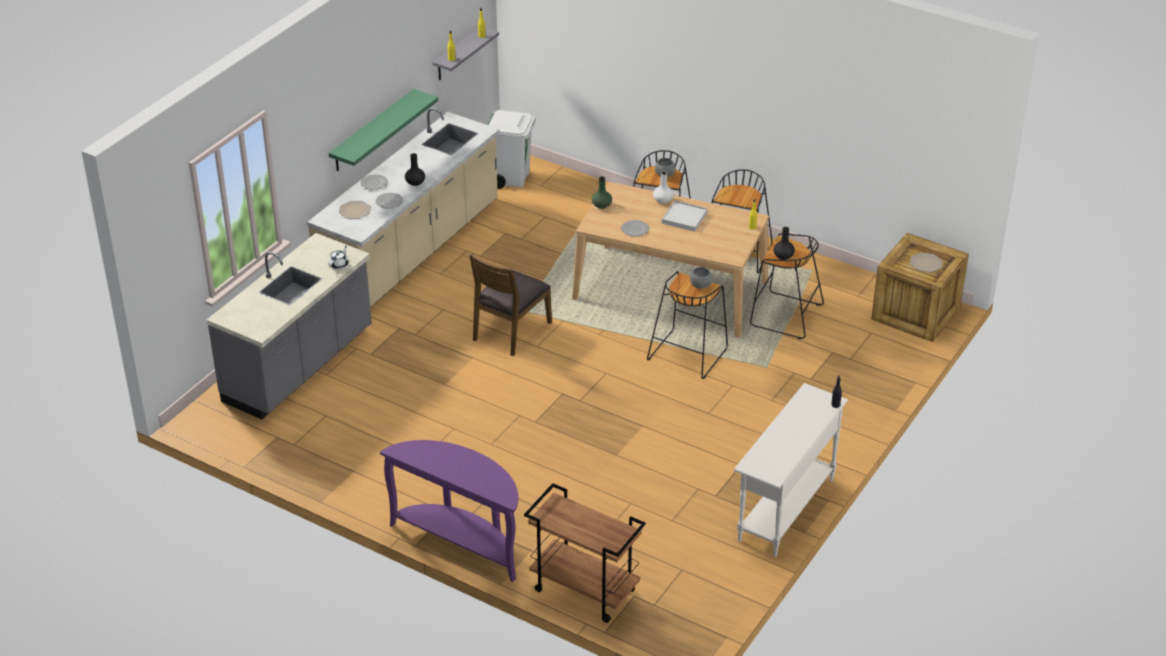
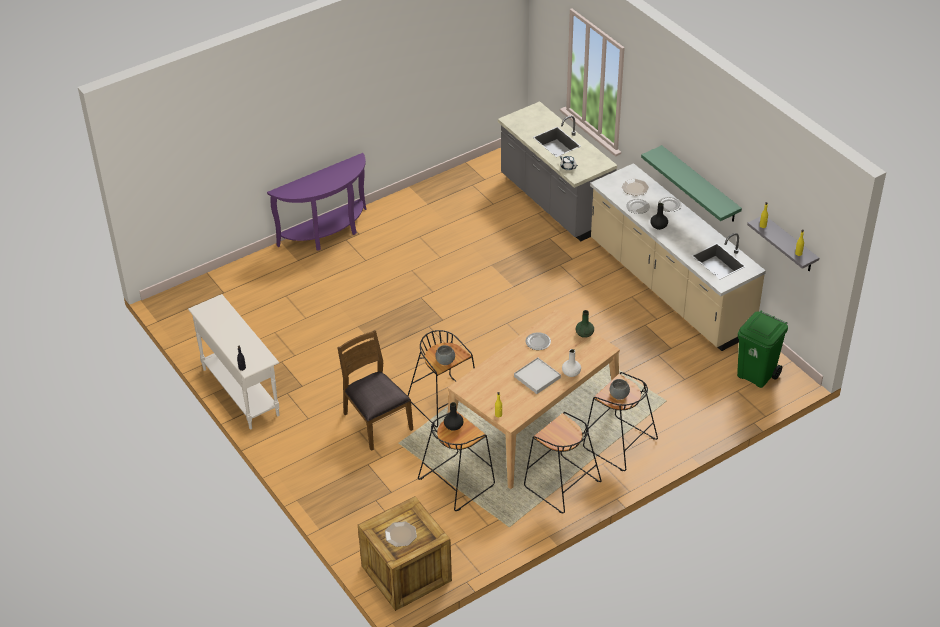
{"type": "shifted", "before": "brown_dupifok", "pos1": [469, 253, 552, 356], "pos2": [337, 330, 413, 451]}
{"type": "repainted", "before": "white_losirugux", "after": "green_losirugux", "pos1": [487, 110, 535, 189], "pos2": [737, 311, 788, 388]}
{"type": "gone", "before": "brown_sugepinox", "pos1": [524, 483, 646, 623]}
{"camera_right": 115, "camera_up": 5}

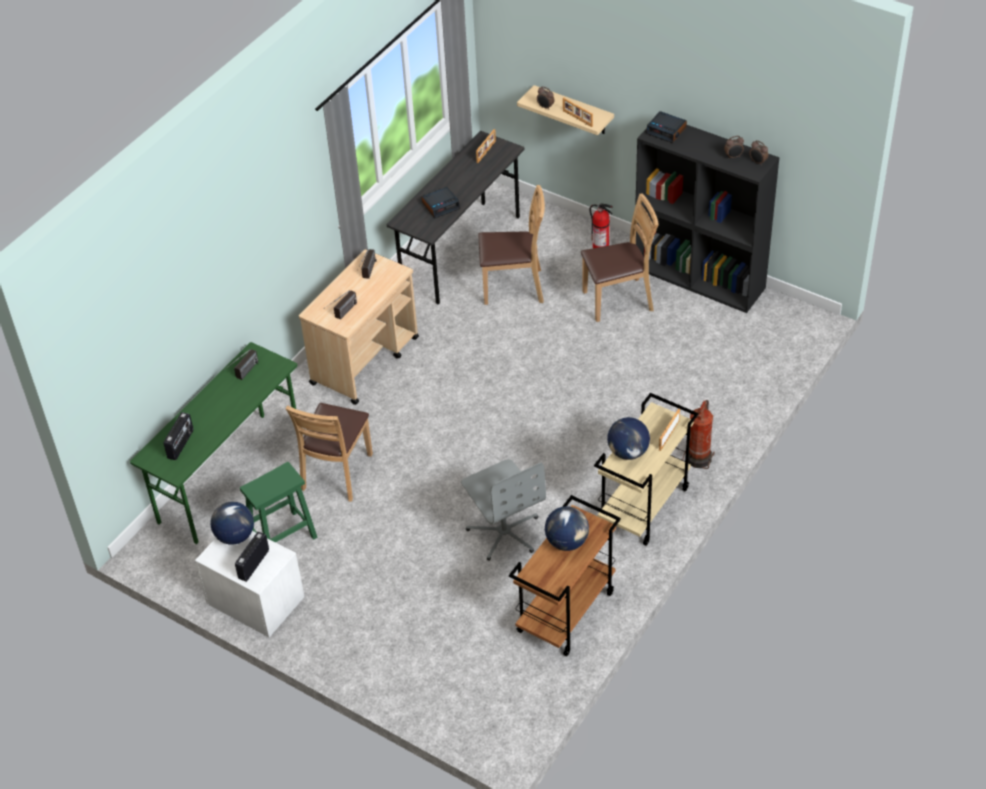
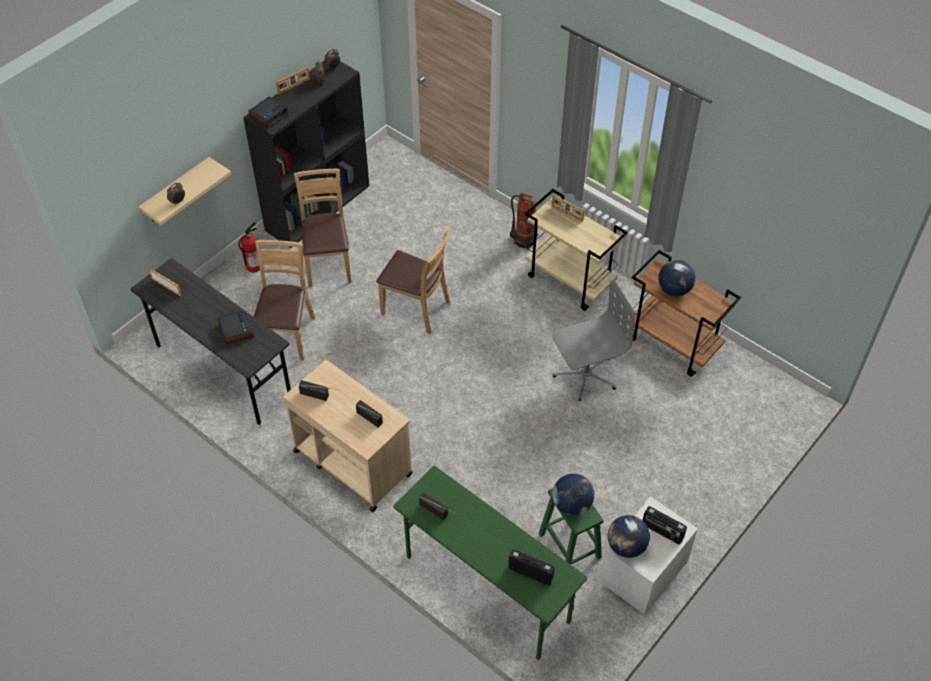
{"type": "shifted", "before": "brown_dupifok", "pos1": [285, 403, 373, 502], "pos2": [376, 230, 450, 334]}
{"type": "shifted", "before": "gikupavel", "pos1": [563, 98, 593, 127], "pos2": [276, 67, 310, 94]}
{"type": "shifted", "before": "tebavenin", "pos1": [607, 417, 650, 460], "pos2": [553, 474, 594, 516]}
{"camera_right": -85, "camera_up": 5}

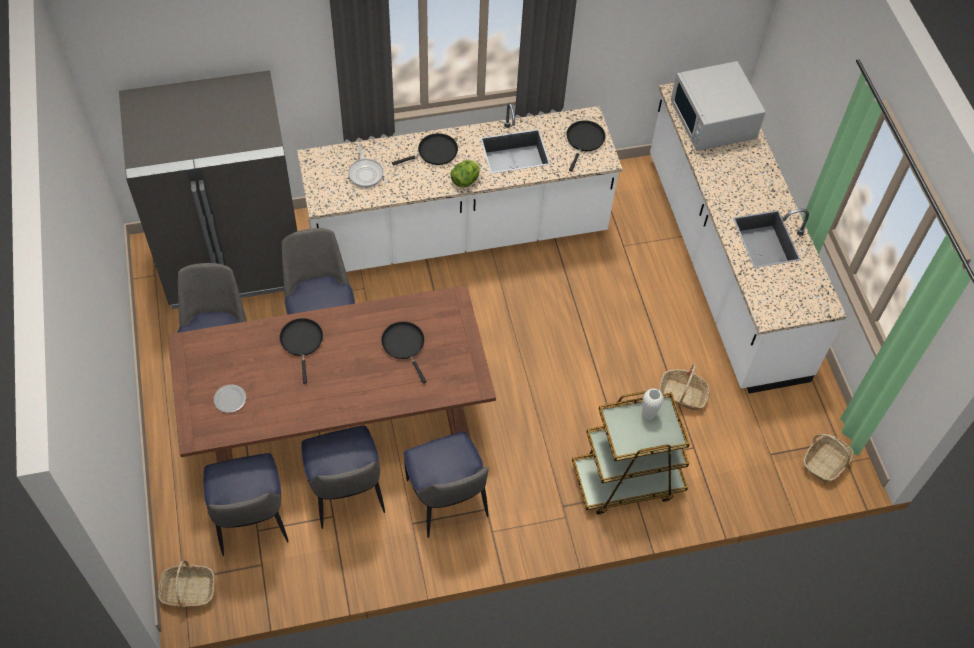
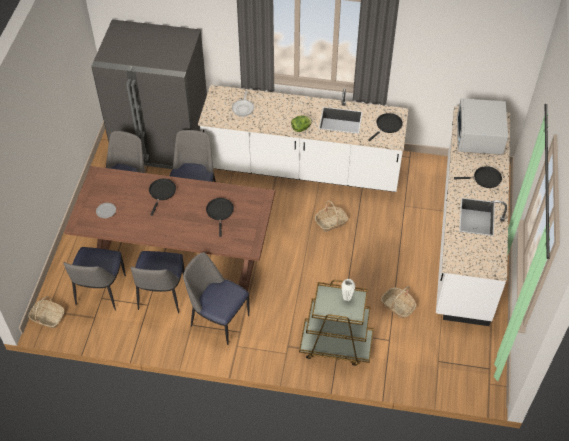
{"type": "shifted", "before": "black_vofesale", "pos1": [392, 133, 458, 166], "pos2": [454, 166, 502, 188]}
{"type": "rotated", "before": "dupifok", "pos1": [404, 431, 489, 538], "pos2": [183, 252, 250, 345], "turn": 120}
{"type": "shifted", "before": "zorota", "pos1": [803, 434, 854, 483], "pos2": [315, 201, 348, 232]}
{"camera_right": 25, "camera_up": -5}

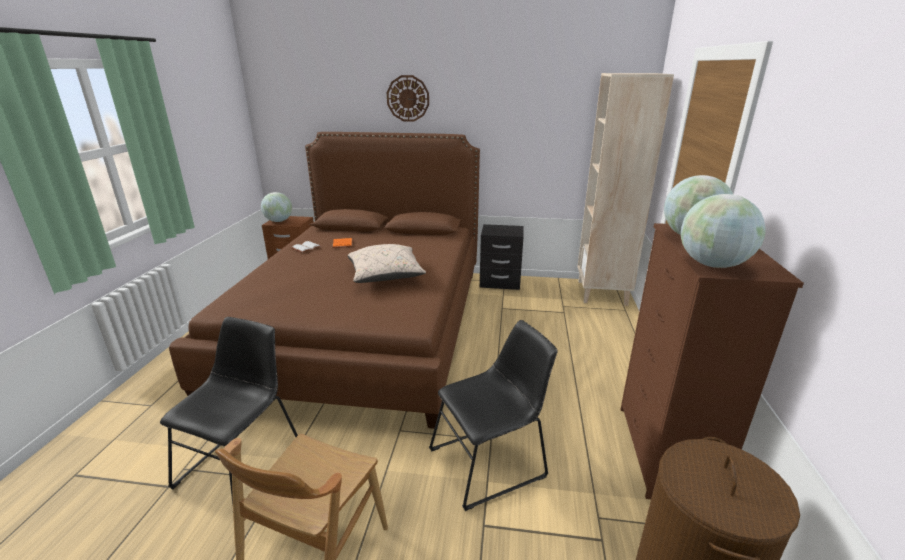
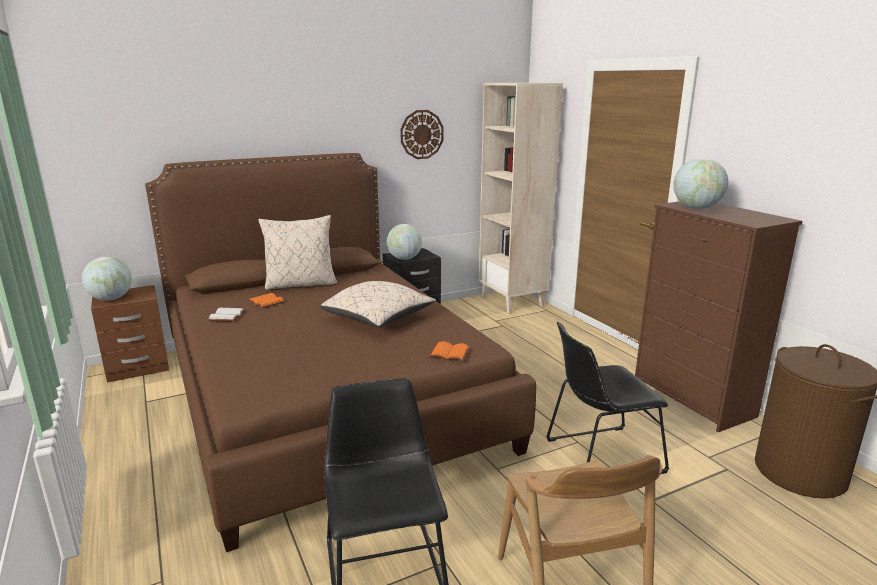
{"type": "shifted", "before": "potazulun", "pos1": [387, 75, 429, 122], "pos2": [400, 110, 444, 159]}
{"type": "rotated", "before": "black_dupifok", "pos1": [429, 320, 558, 511], "pos2": [546, 322, 669, 474], "turn": -135}
{"type": "shifted", "before": "tebavenin", "pos1": [681, 194, 765, 268], "pos2": [387, 224, 422, 260]}
{"type": "new", "after": "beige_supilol", "pos2": [258, 215, 337, 290]}
{"type": "new", "after": "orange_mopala", "pos2": [429, 341, 470, 361]}
{"camera_right": -35, "camera_up": -5}

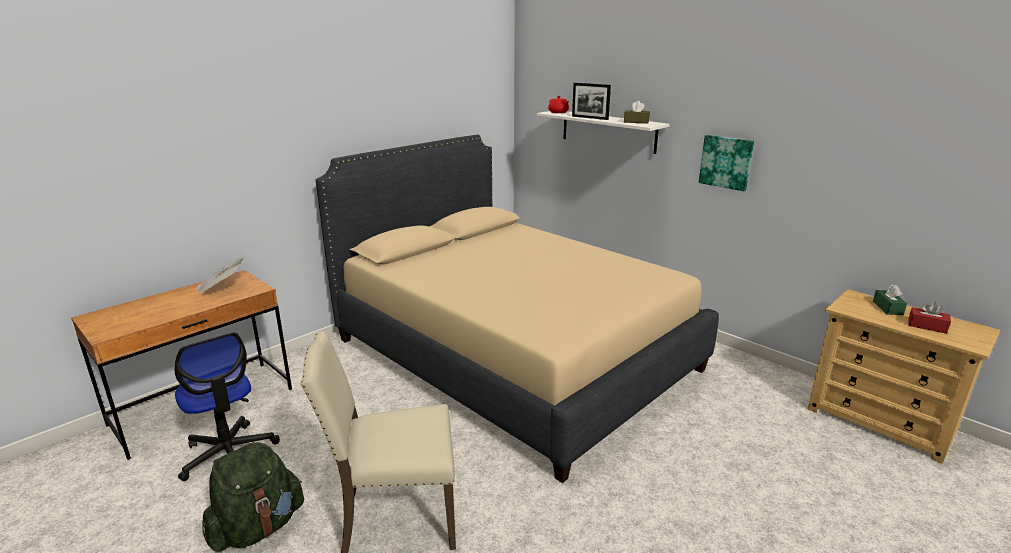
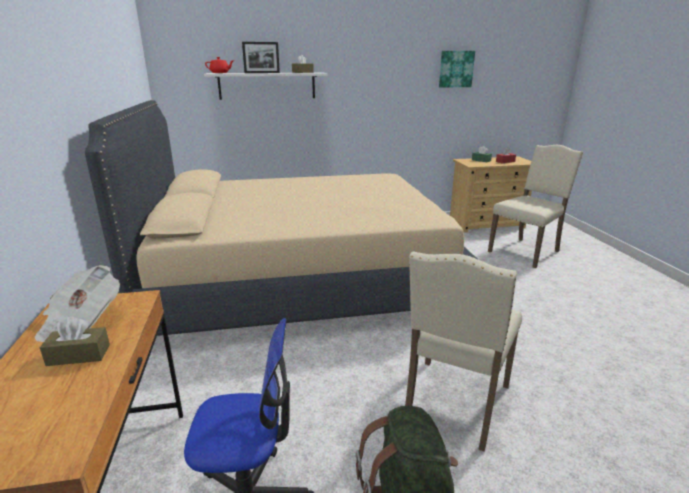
{"type": "shifted", "before": "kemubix", "pos1": [699, 135, 754, 191], "pos2": [439, 51, 475, 88]}
{"type": "new", "after": "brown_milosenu", "pos2": [40, 317, 110, 366]}
{"type": "new", "after": "beige_dupifok", "pos2": [488, 145, 583, 268]}
{"camera_right": -55, "camera_up": 0}

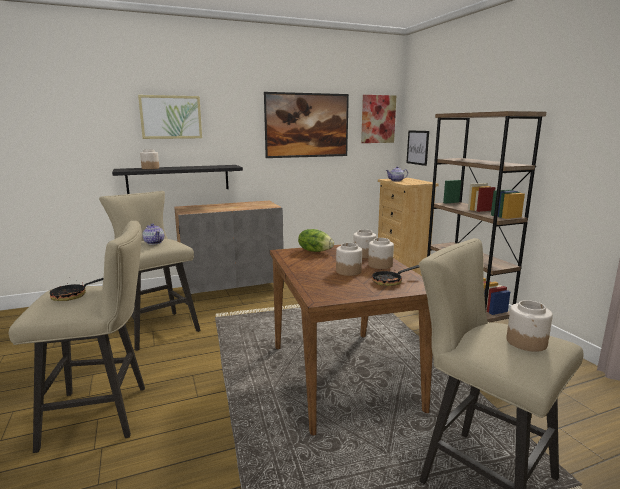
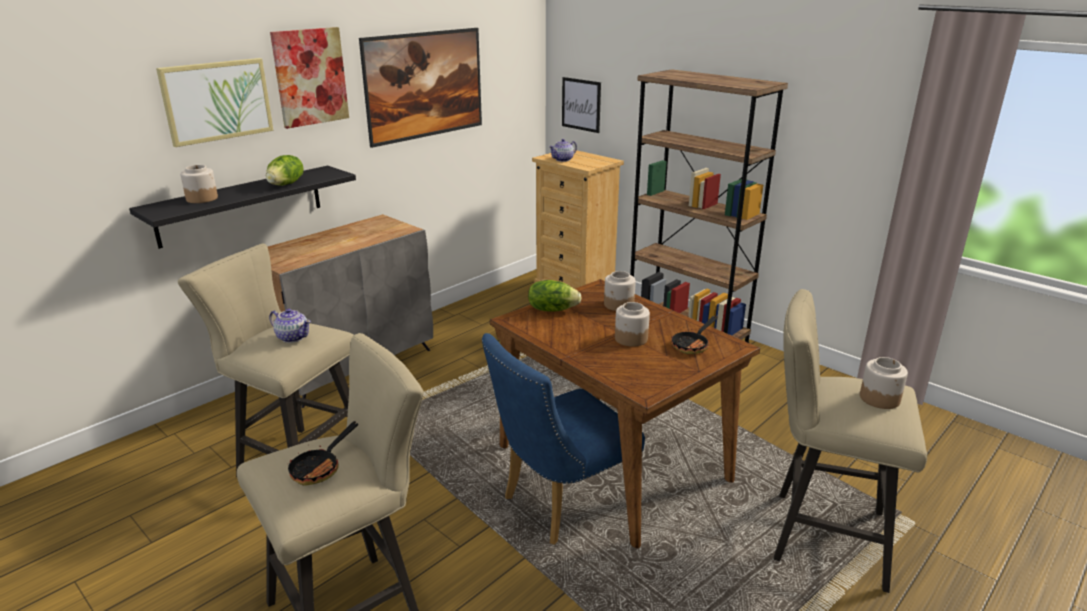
{"type": "shifted", "before": "kemubix", "pos1": [361, 95, 396, 143], "pos2": [270, 27, 349, 129]}
{"type": "gone", "before": "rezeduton", "pos1": [368, 238, 394, 269]}
{"type": "new", "after": "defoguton", "pos2": [266, 155, 304, 186]}
{"type": "new", "after": "blue_dupifok", "pos2": [482, 333, 645, 545]}
{"camera_right": -25, "camera_up": 10}

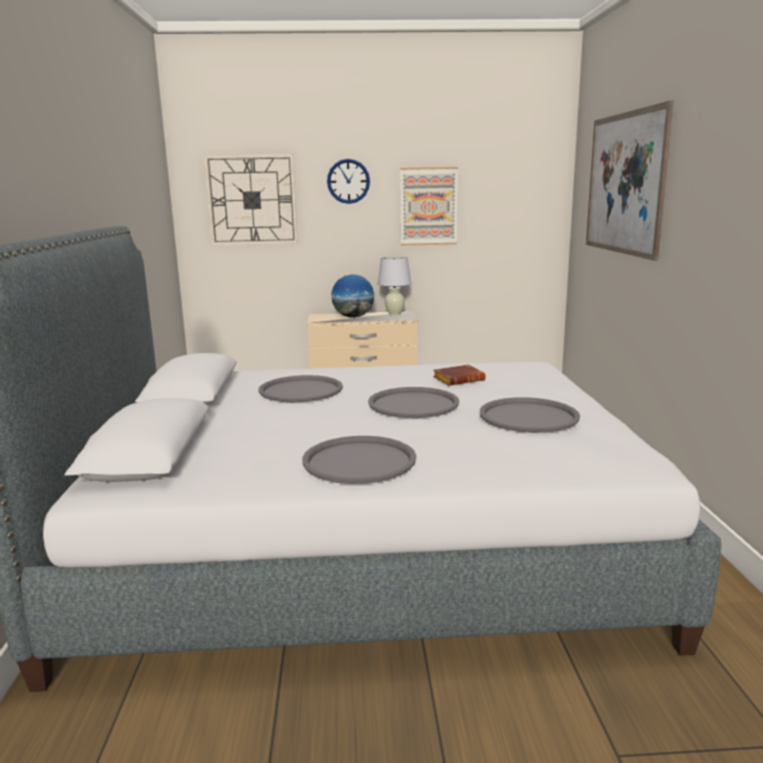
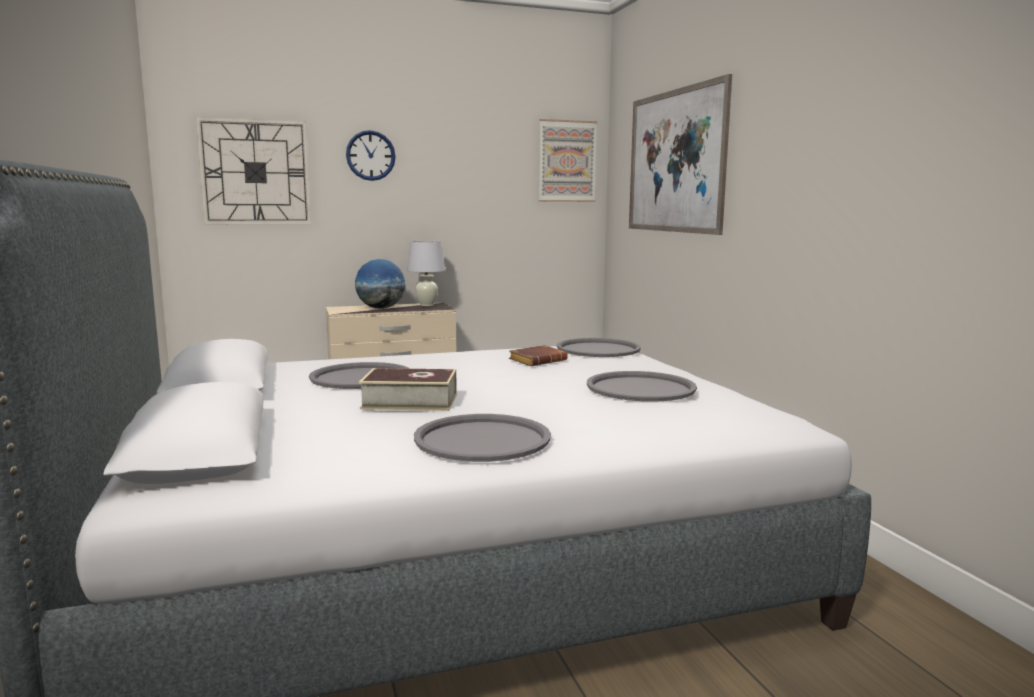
{"type": "shifted", "before": "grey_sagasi", "pos1": [368, 387, 459, 418], "pos2": [557, 338, 641, 357]}
{"type": "shifted", "before": "kemubix", "pos1": [400, 167, 458, 245], "pos2": [539, 119, 597, 202]}
{"type": "new", "after": "mopala", "pos2": [359, 368, 456, 411]}
{"camera_right": -15, "camera_up": -5}

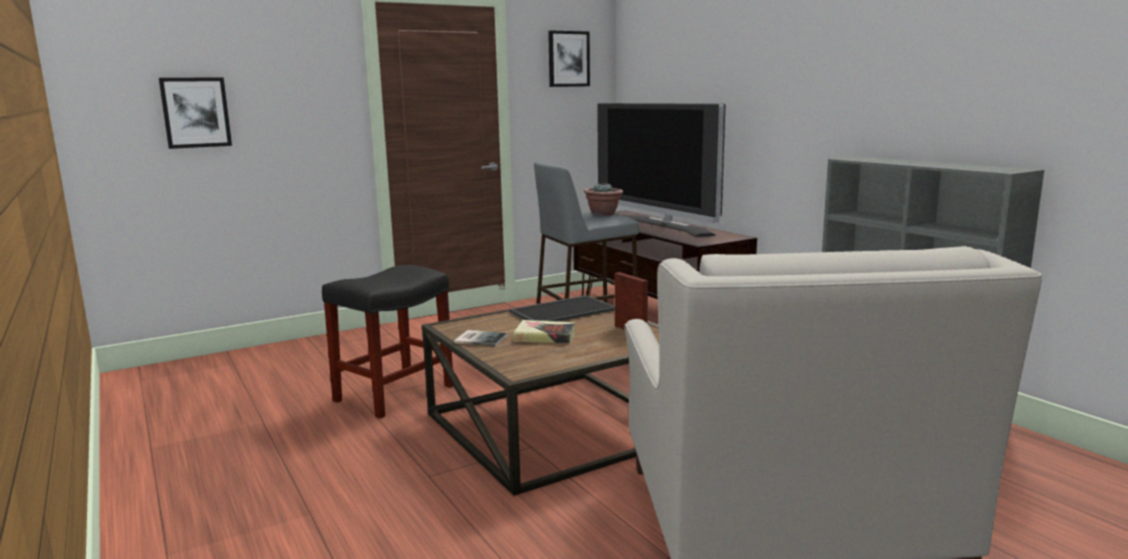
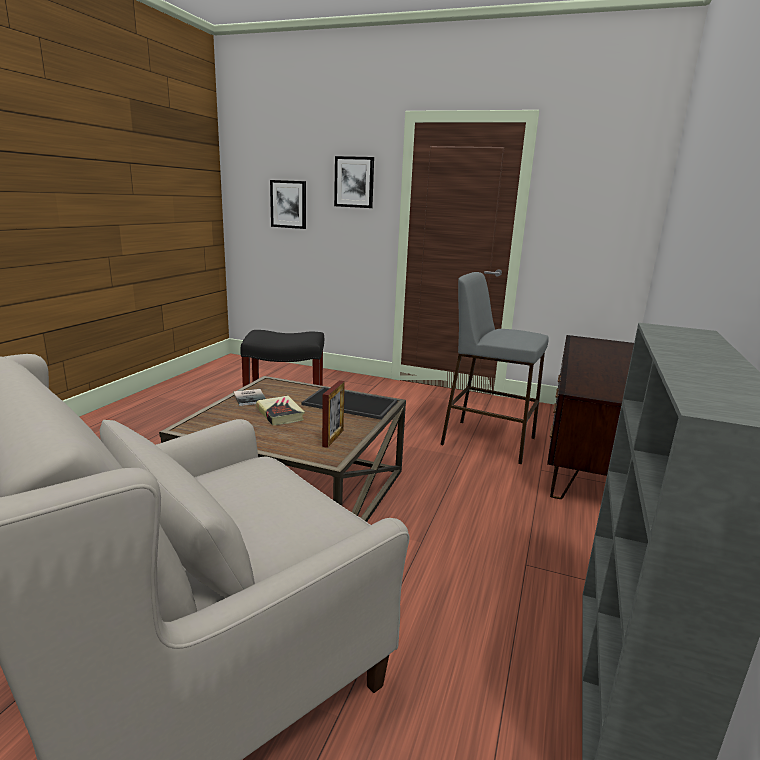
{"type": "shifted", "before": "kemubix", "pos1": [548, 30, 590, 87], "pos2": [334, 156, 374, 208]}
{"type": "gone", "before": "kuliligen", "pos1": [584, 183, 623, 216]}
{"type": "gone", "before": "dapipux", "pos1": [597, 103, 726, 237]}
{"camera_right": 50, "camera_up": 5}

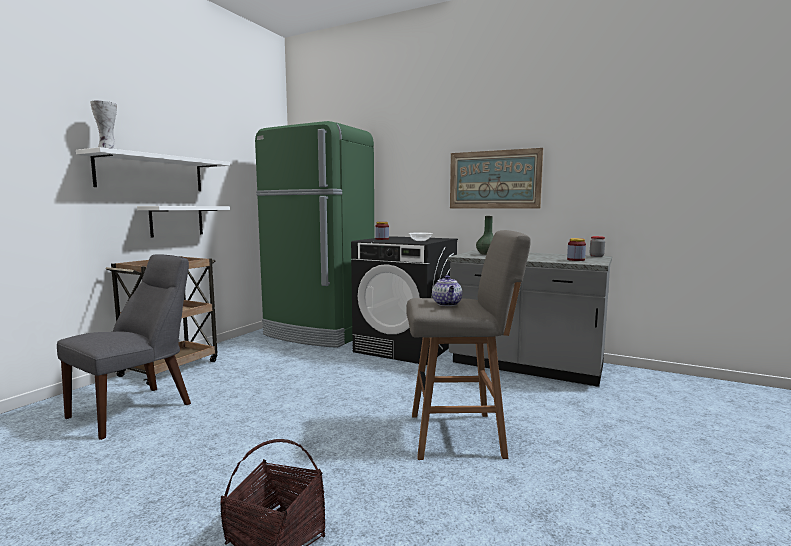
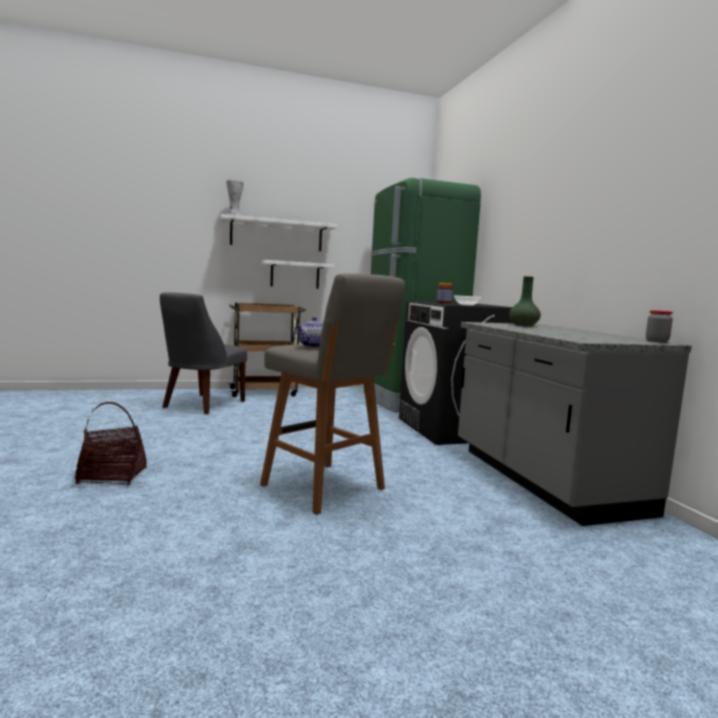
{"type": "rotated", "before": "grey_dupifok", "pos1": [57, 254, 191, 440], "pos2": [160, 292, 247, 414], "turn": 120}
{"type": "gone", "before": "kemubix", "pos1": [450, 148, 543, 209]}
{"type": "gone", "before": "rezeduton", "pos1": [567, 238, 586, 261]}
{"camera_right": 45, "camera_up": 0}

